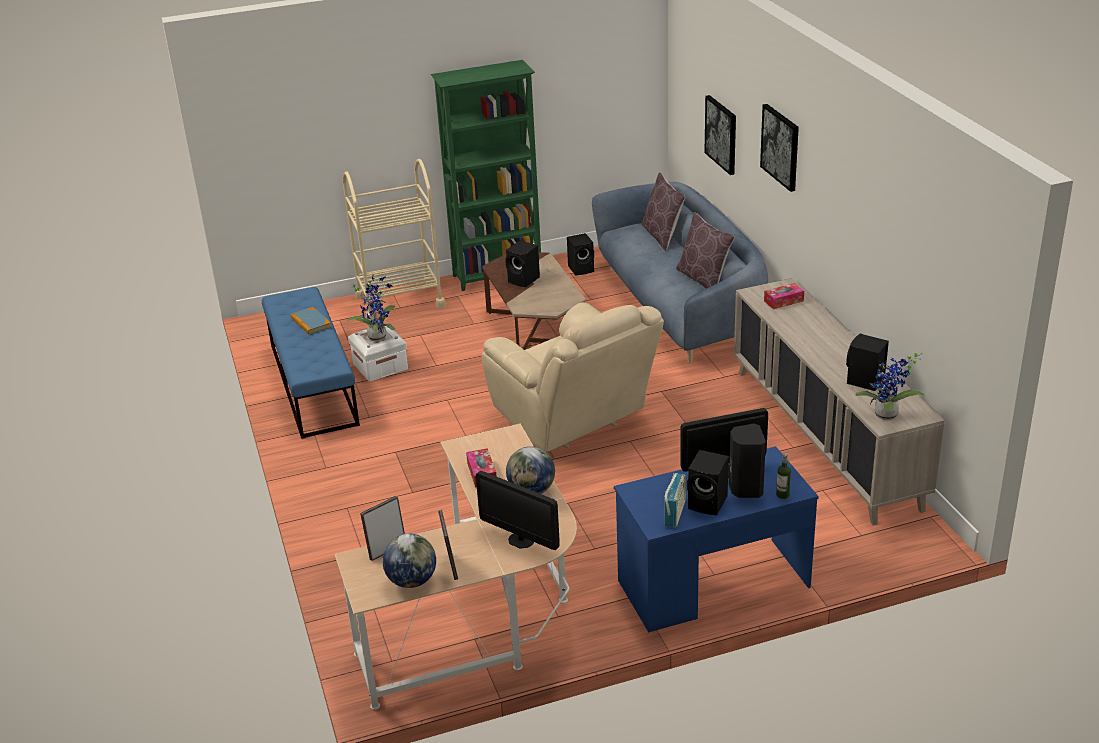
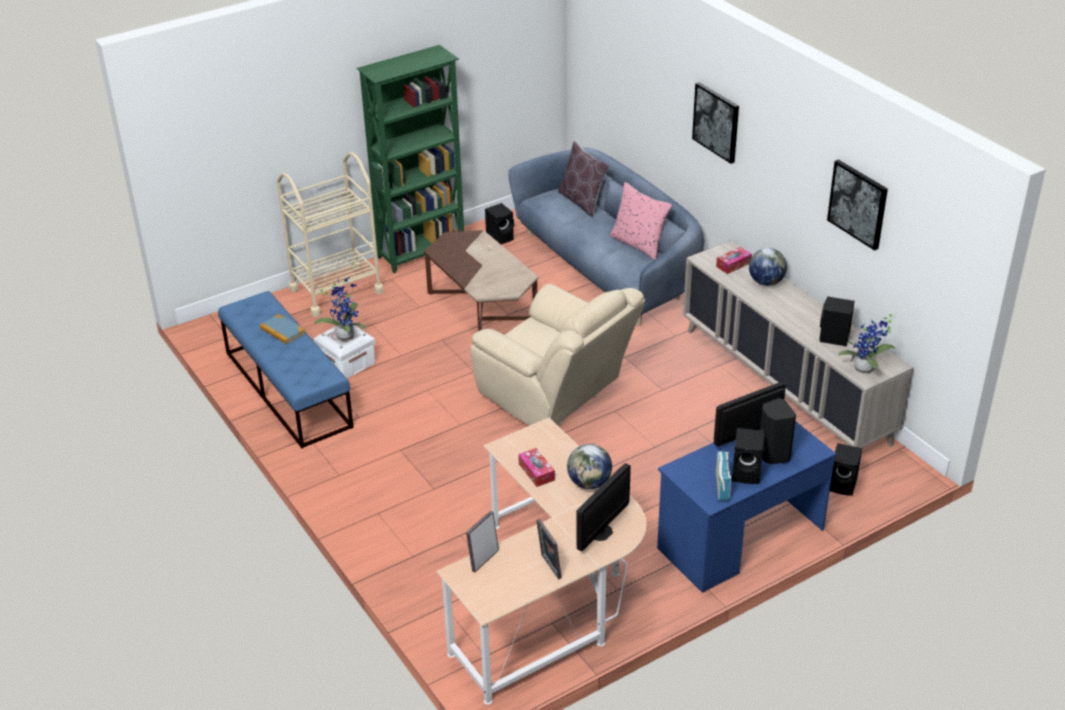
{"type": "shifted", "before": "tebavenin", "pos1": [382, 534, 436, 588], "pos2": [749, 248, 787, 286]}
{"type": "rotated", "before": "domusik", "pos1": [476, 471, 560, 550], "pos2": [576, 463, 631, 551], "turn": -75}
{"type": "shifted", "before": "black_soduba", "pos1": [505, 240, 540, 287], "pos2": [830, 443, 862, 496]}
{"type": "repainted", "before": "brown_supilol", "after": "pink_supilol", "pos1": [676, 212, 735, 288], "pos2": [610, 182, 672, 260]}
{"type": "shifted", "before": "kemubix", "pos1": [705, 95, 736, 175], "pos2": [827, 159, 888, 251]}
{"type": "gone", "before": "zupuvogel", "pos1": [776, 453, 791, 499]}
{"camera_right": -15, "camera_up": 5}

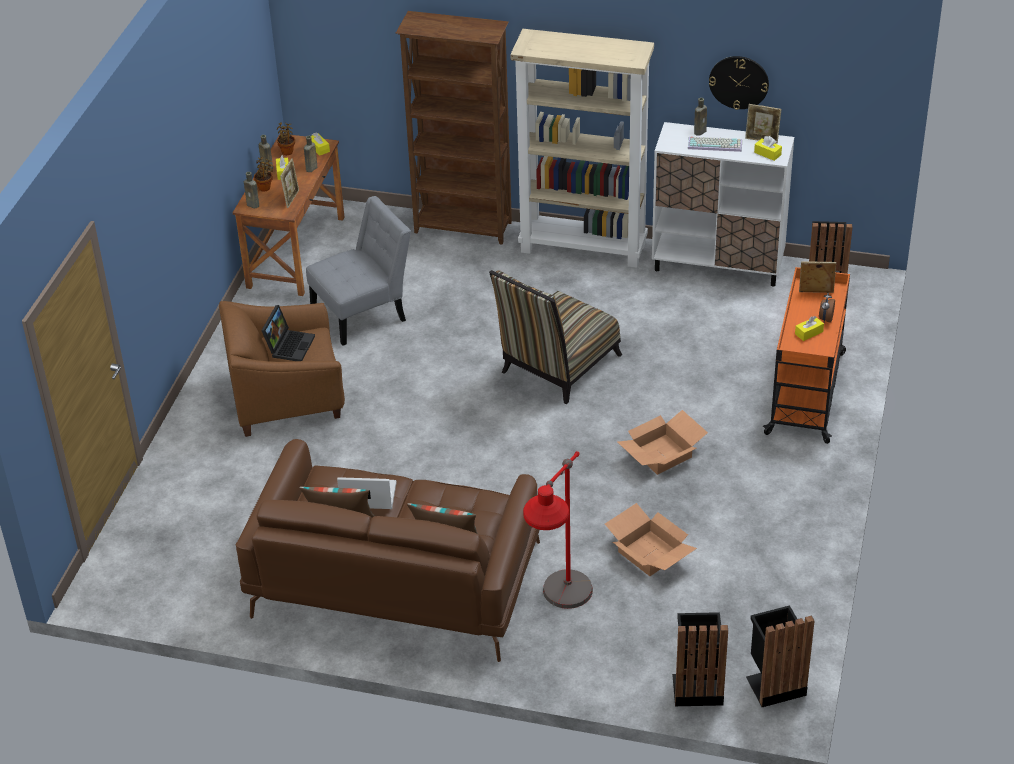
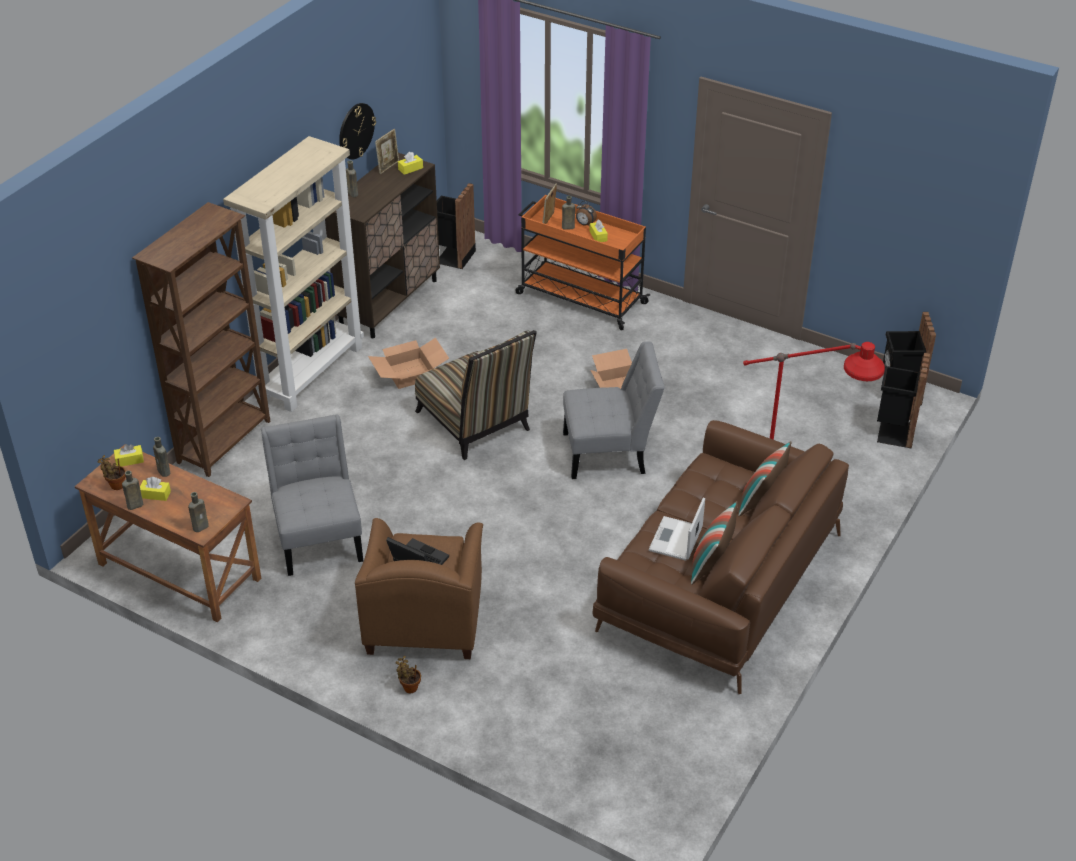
{"type": "shifted", "before": "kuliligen", "pos1": [254, 157, 273, 192], "pos2": [395, 656, 421, 693]}
{"type": "gone", "before": "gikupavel", "pos1": [280, 158, 299, 208]}
{"type": "shifted", "before": "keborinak", "pos1": [605, 503, 697, 576], "pos2": [368, 338, 449, 389]}
{"type": "repainted", "before": "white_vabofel", "after": "brown_vabofel", "pos1": [652, 122, 794, 287], "pos2": [325, 153, 440, 338]}
{"type": "gone", "before": "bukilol", "pos1": [688, 137, 742, 152]}
{"type": "new", "after": "brown_zupuvogel", "pos2": [562, 196, 575, 230]}
{"type": "new", "after": "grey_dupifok", "pos2": [563, 341, 665, 479]}
{"camera_right": -75, "camera_up": 0}

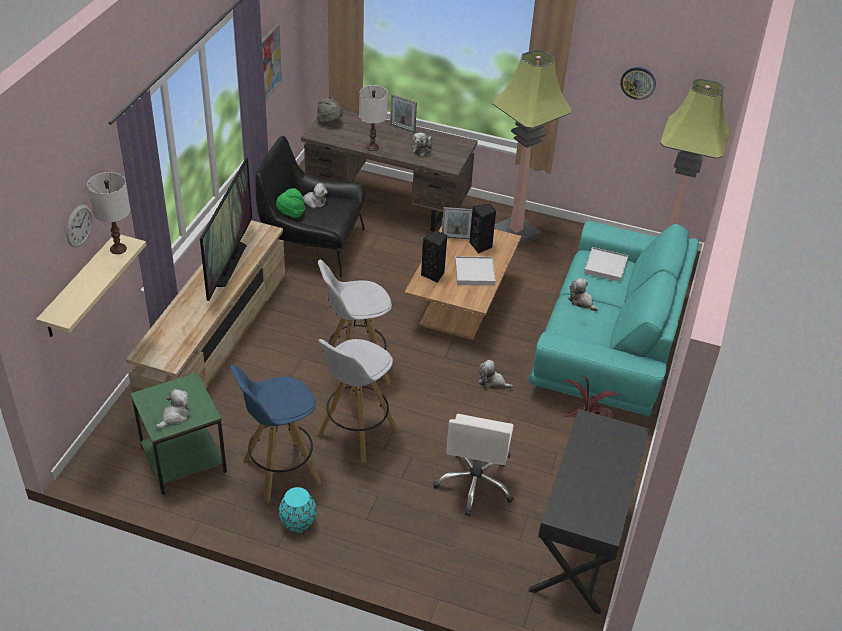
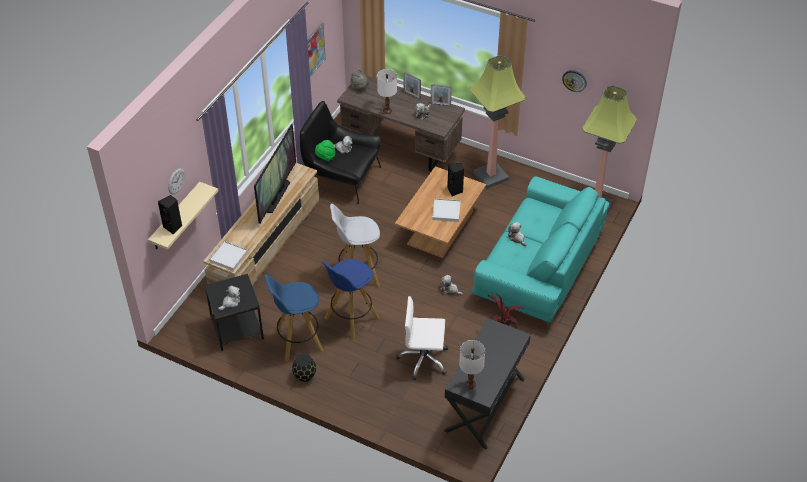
{"type": "shifted", "before": "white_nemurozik", "pos1": [87, 172, 130, 254], "pos2": [459, 340, 485, 389]}
{"type": "repainted", "before": "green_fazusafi", "after": "black_fazusafi", "pos1": [130, 372, 227, 495], "pos2": [204, 274, 264, 351]}
{"type": "repainted", "before": "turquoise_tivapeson", "after": "black_tivapeson", "pos1": [279, 487, 316, 533], "pos2": [292, 354, 316, 382]}
{"type": "repainted", "before": "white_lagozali", "after": "blue_lagozali", "pos1": [316, 339, 398, 463], "pos2": [322, 259, 379, 340]}
{"type": "shifted", "before": "black_soduba", "pos1": [421, 230, 447, 283], "pos2": [158, 195, 182, 234]}
{"type": "rotated", "before": "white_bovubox", "pos1": [433, 414, 514, 516], "pos2": [396, 296, 448, 380], "turn": 75}
{"type": "shifted", "before": "gikupavel", "pos1": [442, 207, 472, 239], "pos2": [430, 84, 452, 106]}
{"type": "shifted", "before": "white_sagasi", "pos1": [584, 247, 628, 282], "pos2": [209, 241, 248, 271]}
{"camera_right": 10, "camera_up": 5}

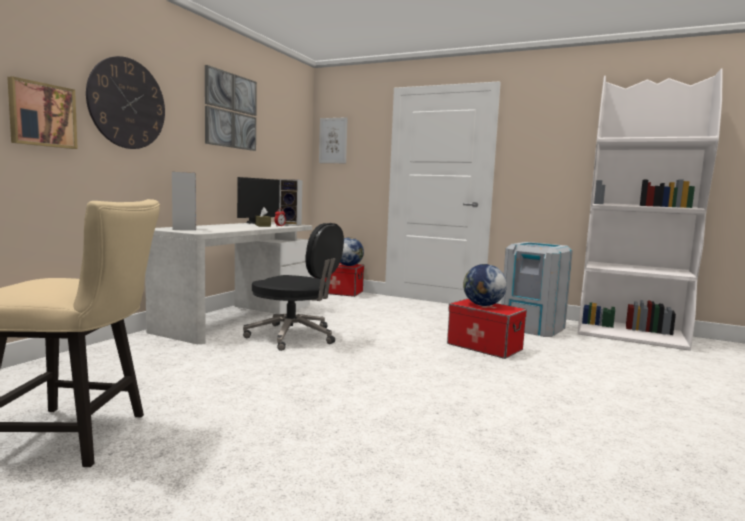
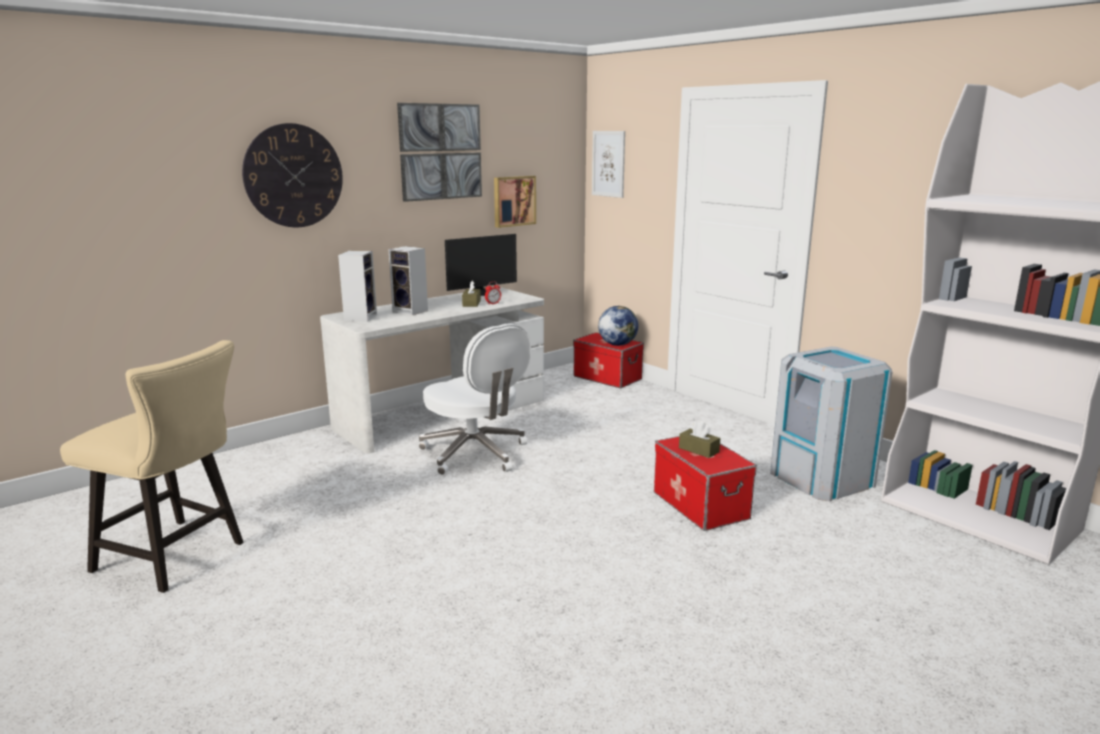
{"type": "shifted", "before": "kemubix", "pos1": [7, 76, 78, 149], "pos2": [494, 176, 536, 228]}
{"type": "repainted", "before": "black_bovubox", "after": "white_bovubox", "pos1": [243, 223, 344, 351], "pos2": [419, 323, 531, 475]}
{"type": "shifted", "before": "soduba", "pos1": [279, 179, 302, 226], "pos2": [389, 246, 428, 315]}
{"type": "swapped", "before": "tebavenin", "after": "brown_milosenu", "pos1": [463, 264, 507, 306], "pos2": [679, 421, 720, 458]}
{"camera_right": 25, "camera_up": 10}

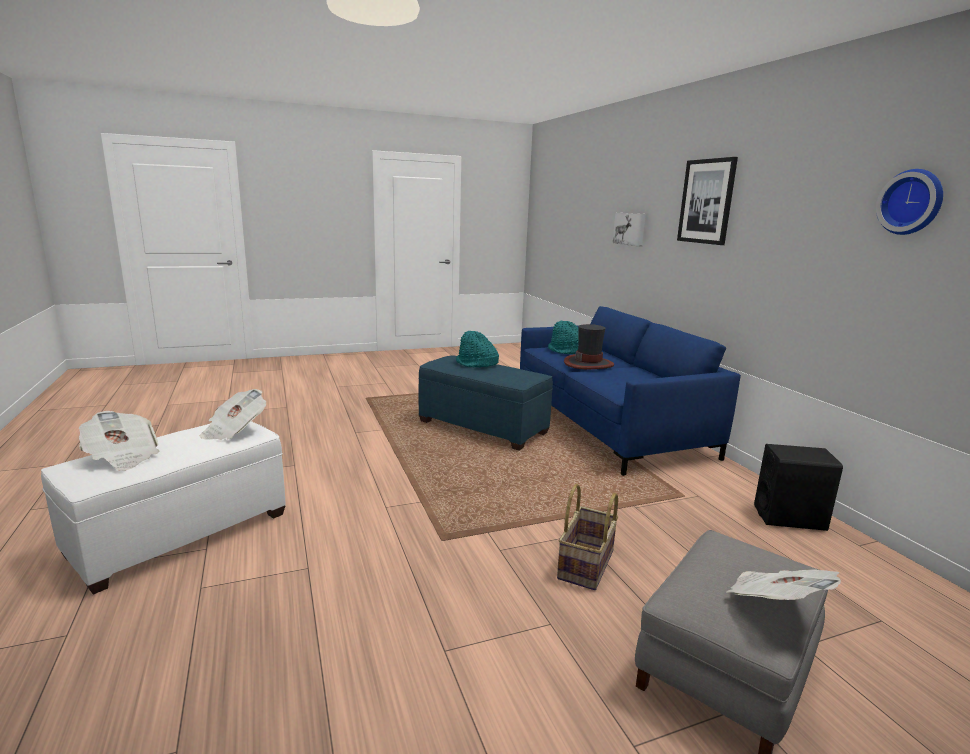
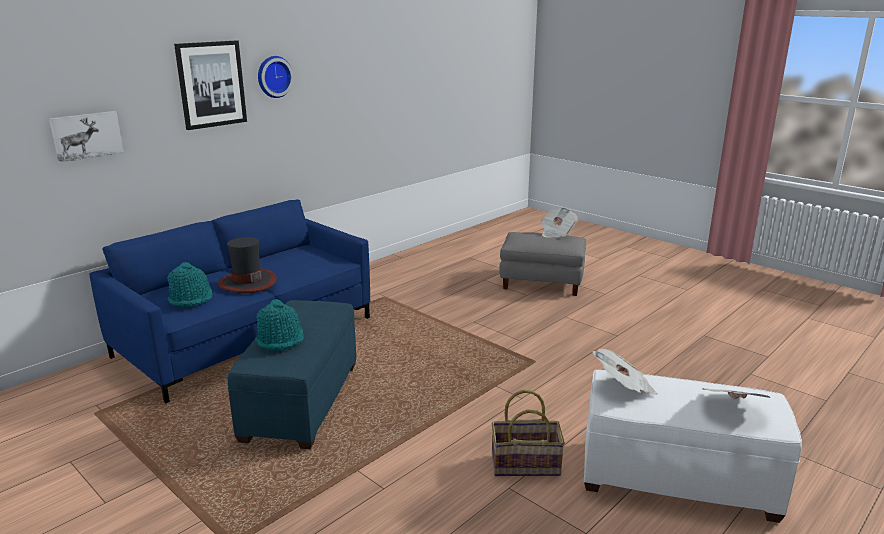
{"type": "shifted", "before": "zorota", "pos1": [557, 484, 618, 590], "pos2": [492, 390, 565, 476]}
{"type": "gone", "before": "black_soduba", "pos1": [754, 444, 843, 531]}
{"type": "shifted", "before": "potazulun", "pos1": [876, 169, 943, 235], "pos2": [258, 56, 294, 98]}
{"camera_right": -115, "camera_up": 5}

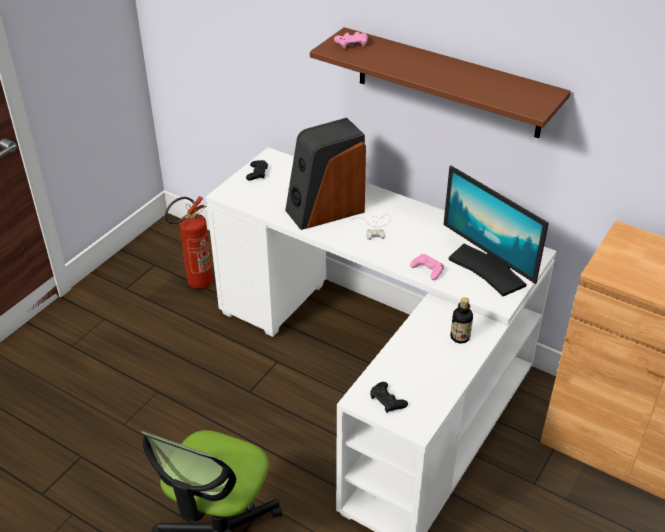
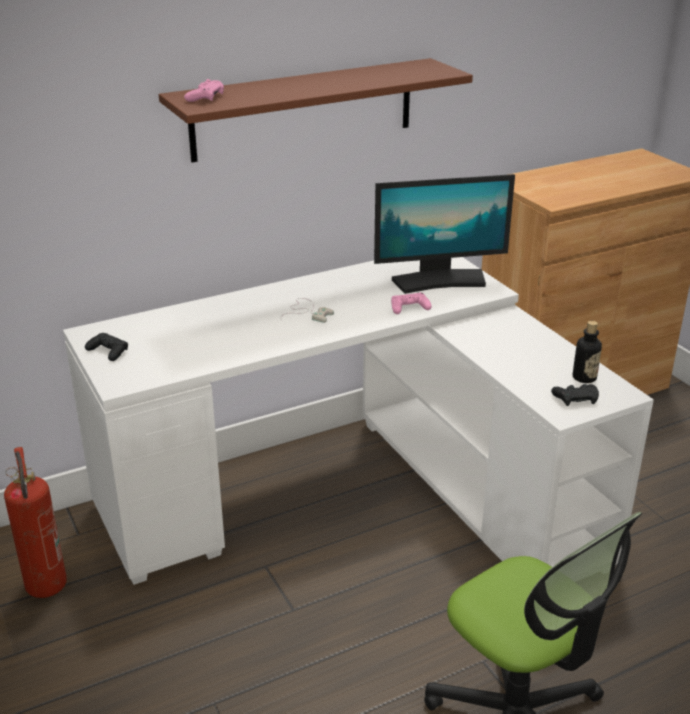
{"type": "gone", "before": "soduba", "pos1": [285, 118, 366, 230]}
{"type": "shifted", "before": "zupuvogel", "pos1": [450, 297, 473, 343], "pos2": [573, 321, 602, 383]}
{"camera_right": -60, "camera_up": -10}

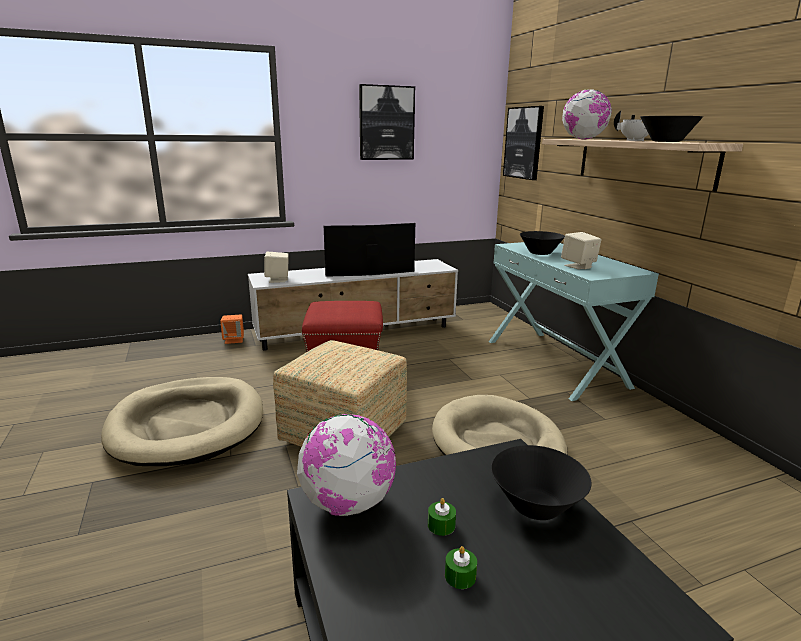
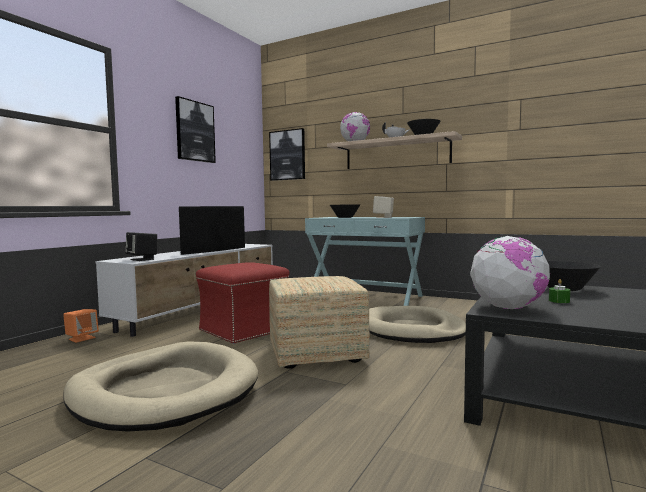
{"type": "repainted", "before": "beige_soduba", "after": "black_soduba", "pos1": [264, 252, 289, 283], "pos2": [126, 232, 157, 261]}
{"type": "gone", "before": "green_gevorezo", "pos1": [445, 546, 477, 589]}
{"camera_right": -40, "camera_up": -15}

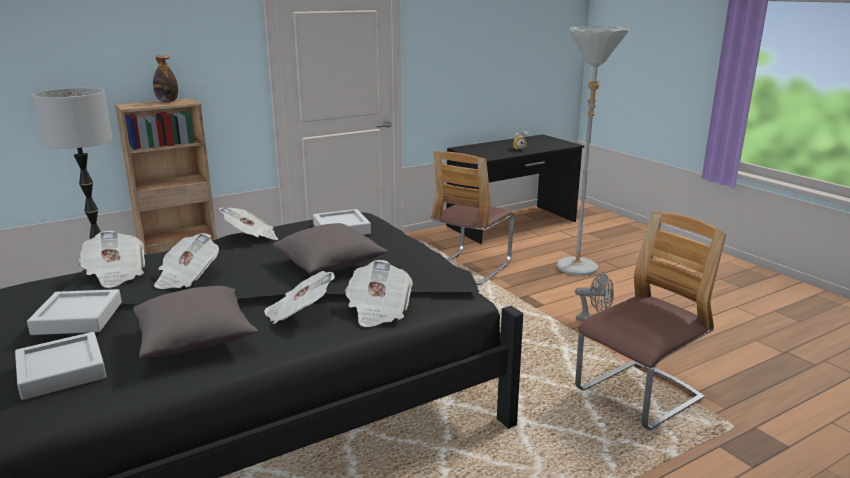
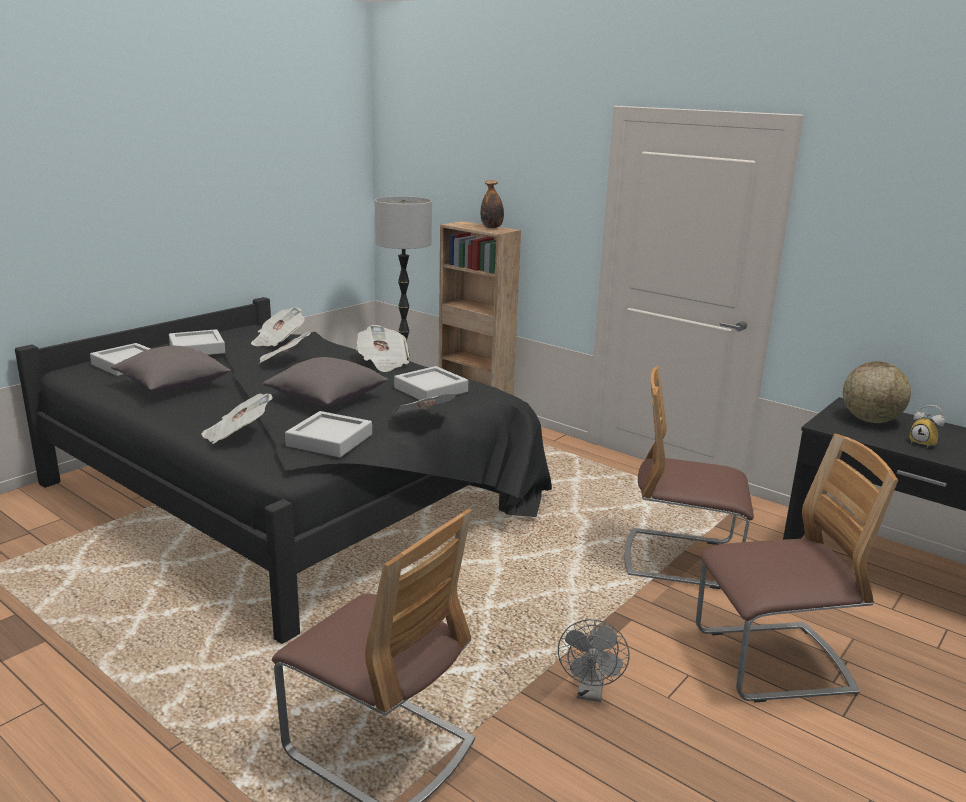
{"type": "shifted", "before": "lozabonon", "pos1": [264, 271, 335, 324], "pos2": [392, 394, 456, 413]}
{"type": "swapped", "before": "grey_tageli", "after": "dupifok", "pos1": [556, 26, 629, 275], "pos2": [696, 434, 898, 703]}
{"type": "new", "after": "grey_sagasi", "pos2": [285, 411, 372, 457]}
{"type": "new", "after": "tebavenin", "pos2": [843, 361, 911, 423]}
{"camera_right": 70, "camera_up": 0}

